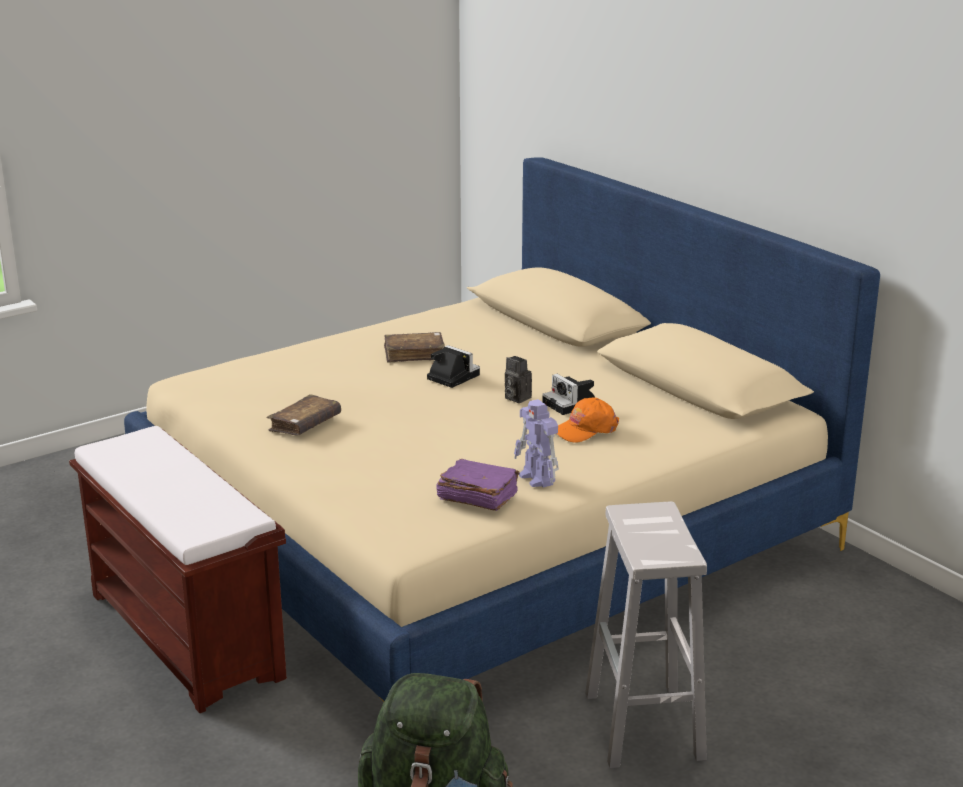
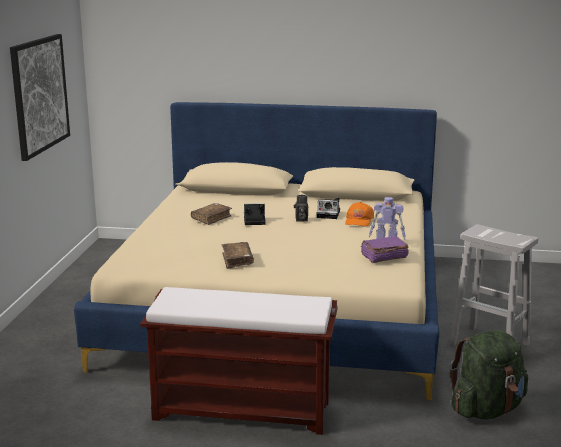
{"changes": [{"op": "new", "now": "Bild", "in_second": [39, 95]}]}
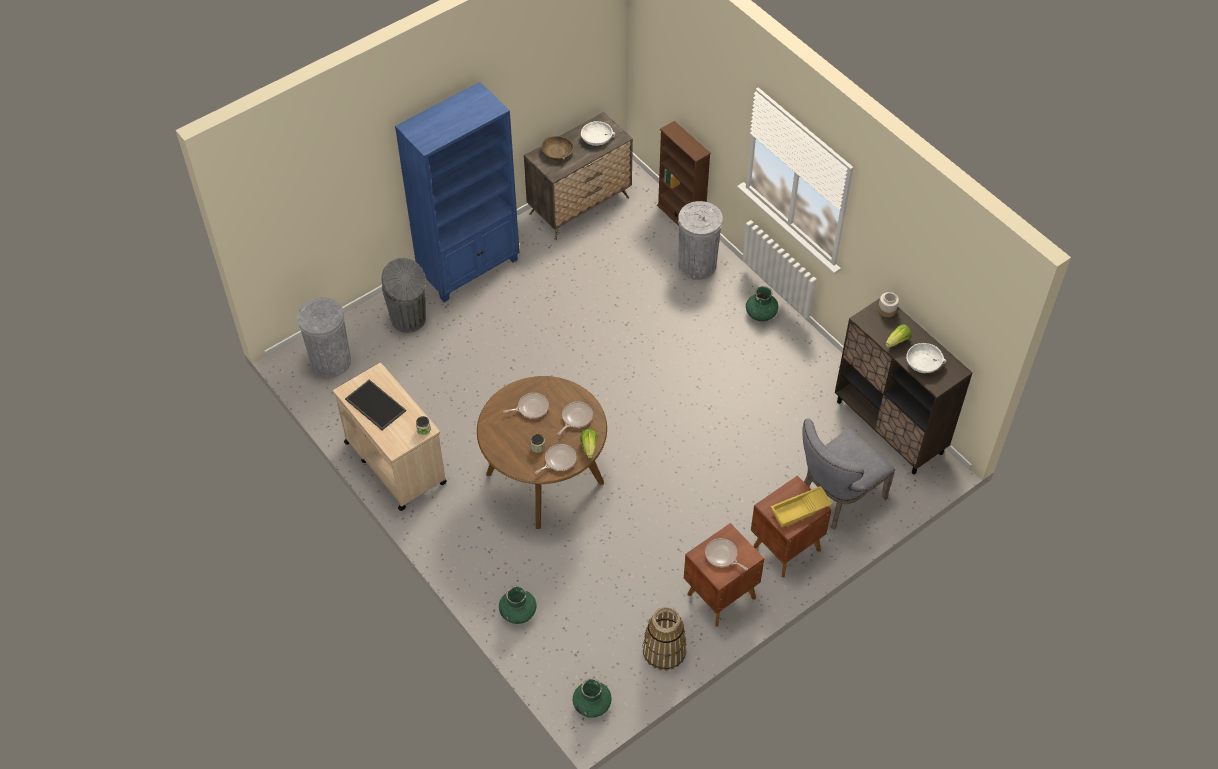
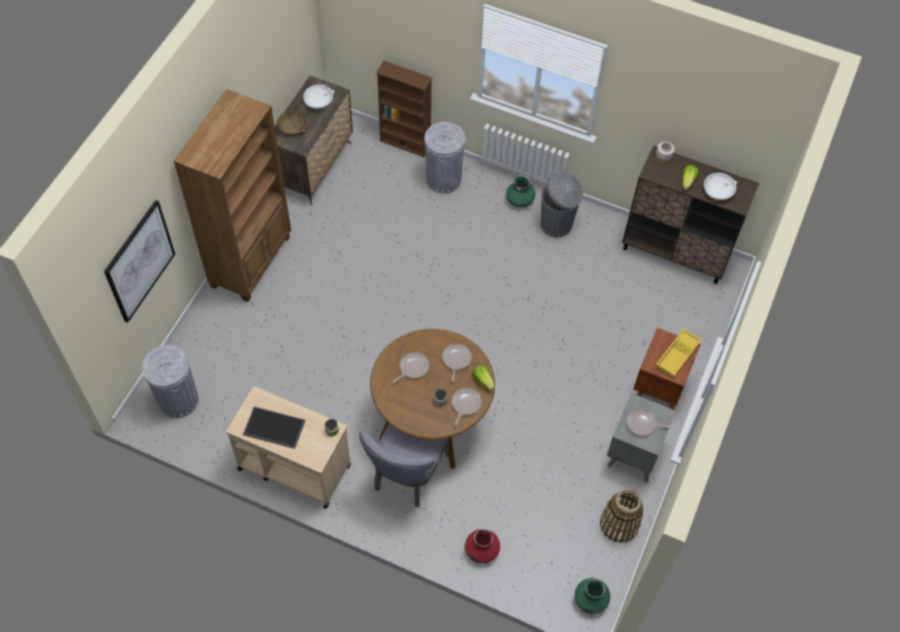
{"changes": [{"op": "shifted", "was": "Mülleimer (grau)", "in_first": [409, 320], "in_second": [557, 224]}, {"op": "repainted", "was": "Bücherregal (blau)", "now": "Bücherregal (braun)", "in_first": [469, 267], "in_second": [252, 261]}, {"op": "repainted", "was": "Vase (grün)", "now": "Vase (rot)", "in_first": [518, 611], "in_second": [481, 549]}, {"op": "repainted", "was": "Nachttisch (braun)", "now": "Nachttisch (grau)", "in_first": [720, 595], "in_second": [633, 455]}, {"op": "shifted", "was": "Stuhl (grau)", "in_first": [837, 498], "in_second": [407, 475]}, {"op": "new", "now": "Bild", "in_second": [139, 261]}]}
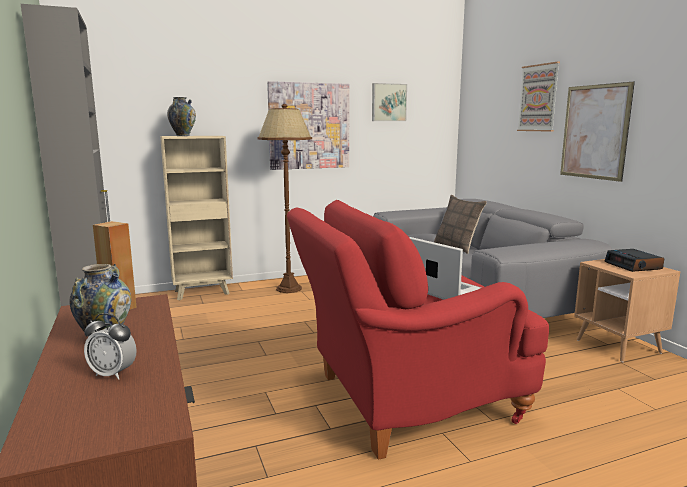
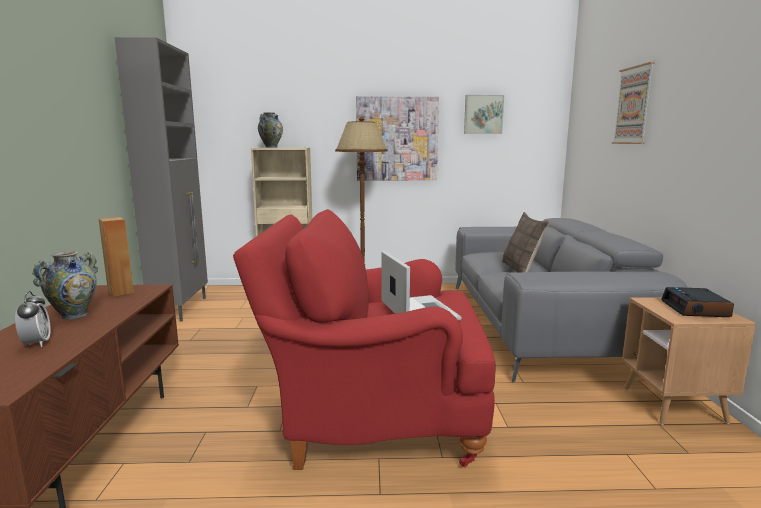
{"changes": [{"op": "rotated", "was": "Wecker", "in_first": [113, 374], "in_second": [36, 343], "clockwise": -150}, {"op": "gone", "was": "Bild", "in_first": [594, 132]}]}
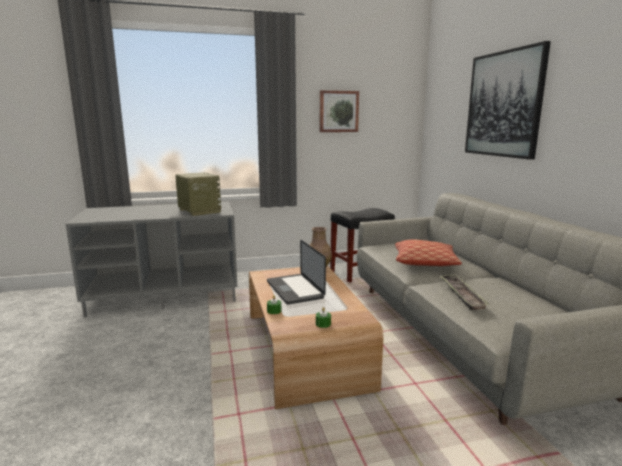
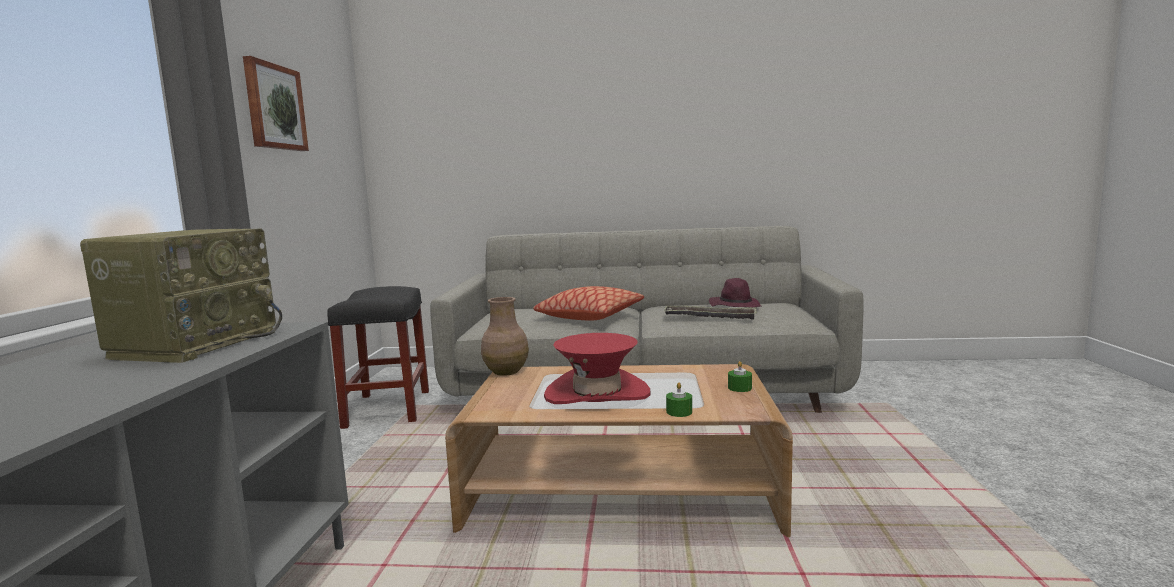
{"changes": [{"op": "rotated", "was": "Radio", "in_first": [198, 211], "in_second": [196, 344], "clockwise": 120}, {"op": "swapped", "was": "Laptop", "now": "Hut (rot)", "in_first": [294, 290], "in_second": [597, 393]}, {"op": "gone", "was": "Bild", "in_first": [503, 104]}, {"op": "new", "now": "Hut (lila)", "in_second": [734, 306]}]}
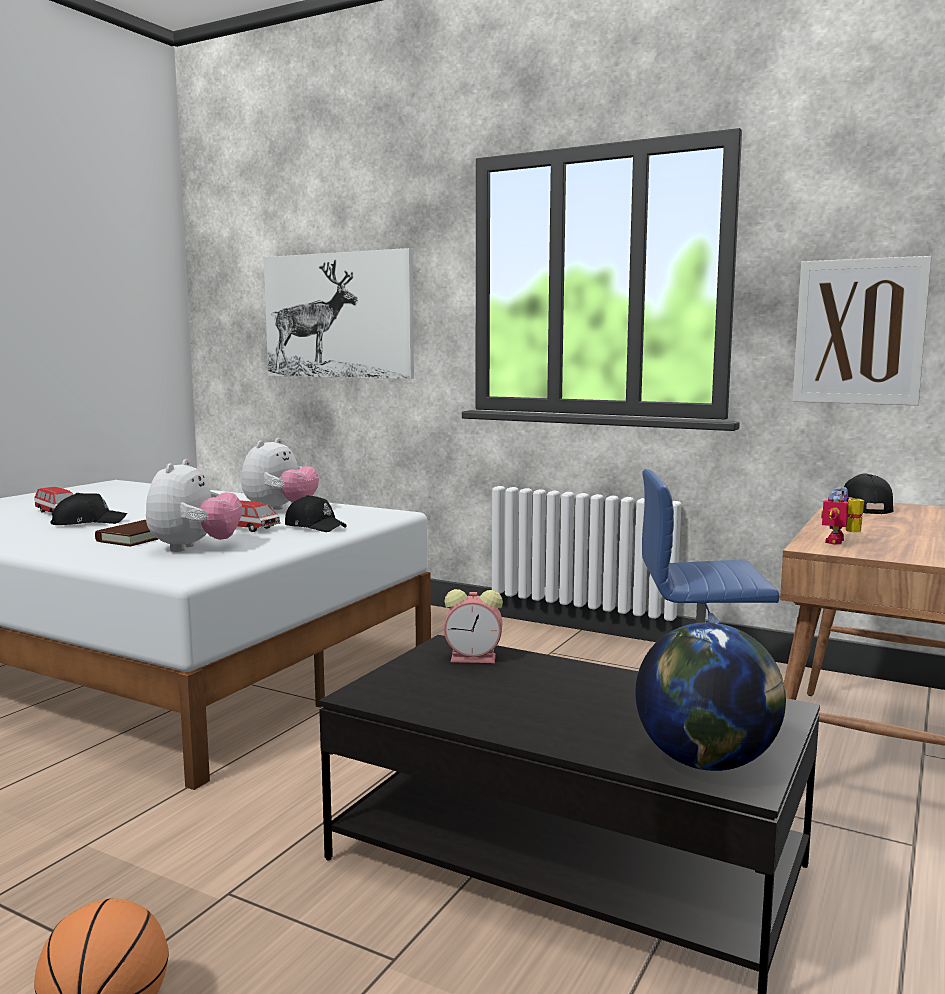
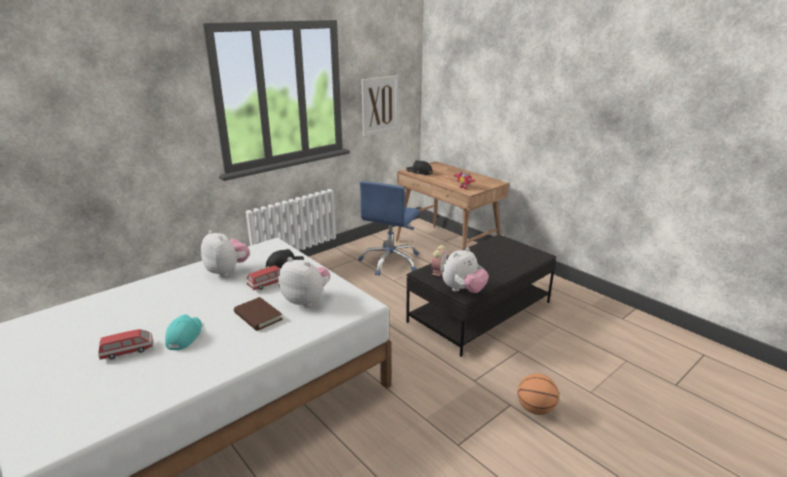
{"changes": [{"op": "repainted", "was": "Kappe (schwarz)", "now": "Kappe (türkis)", "in_first": [88, 522], "in_second": [184, 336]}, {"op": "gone", "was": "Bild", "in_first": [338, 315]}, {"op": "gone", "was": "Globus", "in_first": [706, 762]}, {"op": "new", "now": "Plüschtier", "in_second": [463, 290]}]}
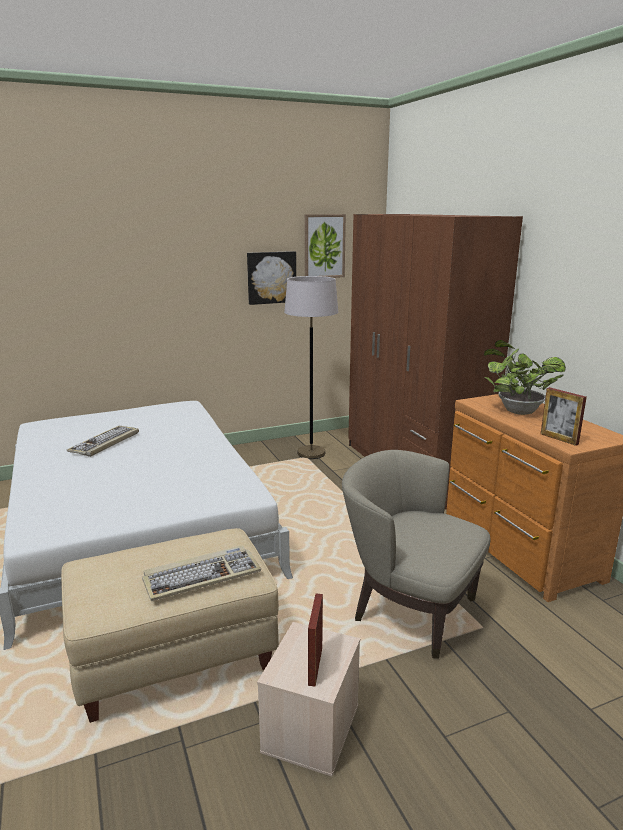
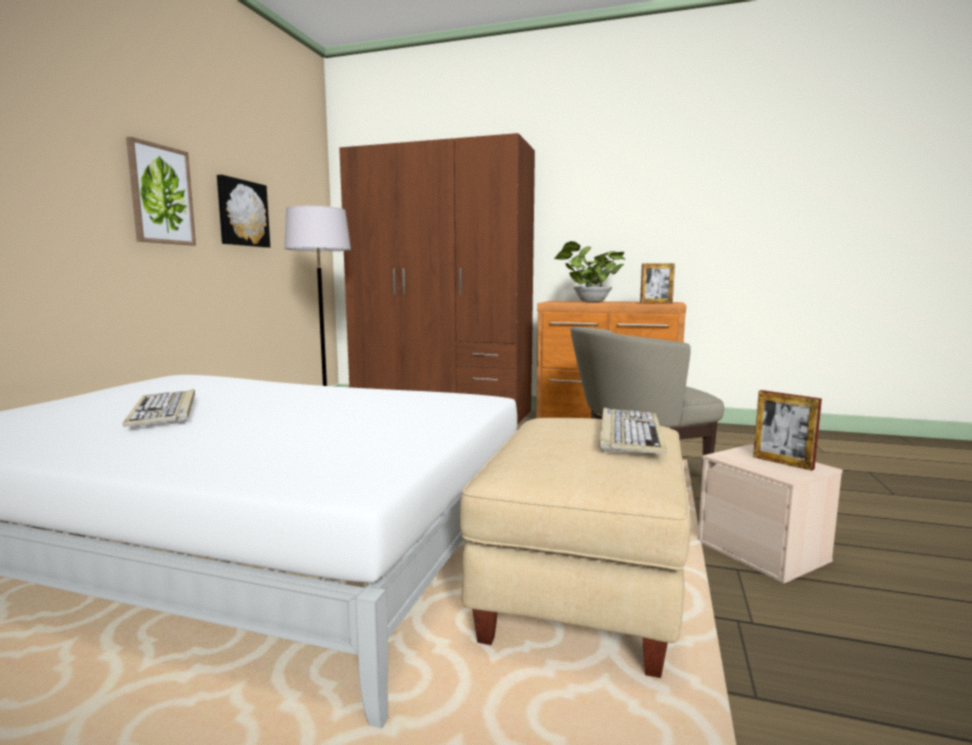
{"changes": [{"op": "shifted", "was": "Bild", "in_first": [324, 246], "in_second": [161, 195]}]}
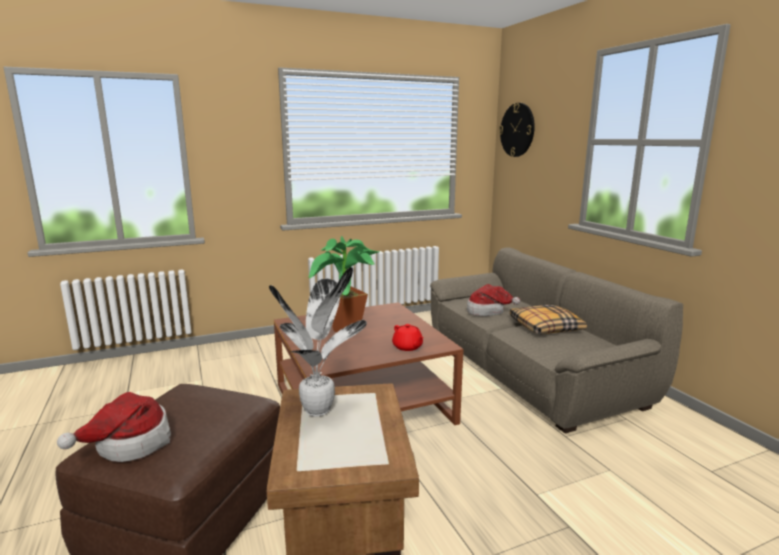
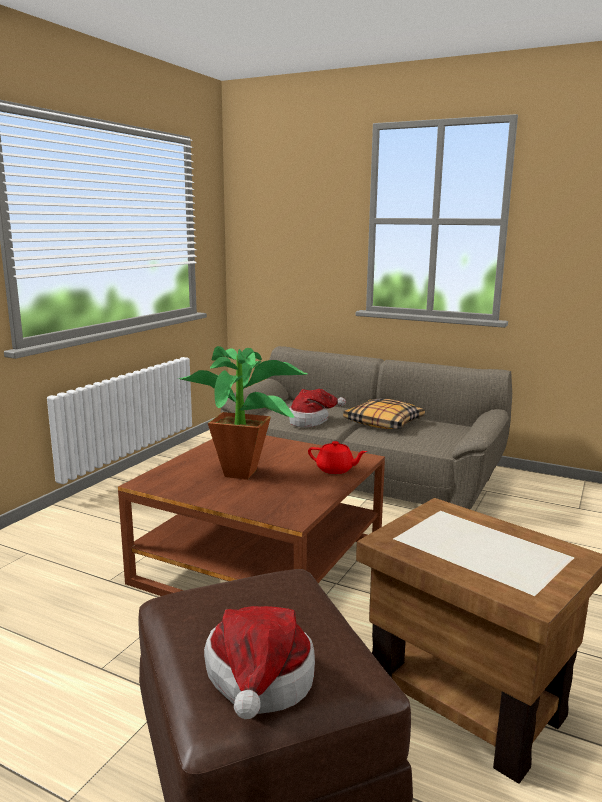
{"changes": [{"op": "gone", "was": "Topfpflanze", "in_first": [319, 411]}, {"op": "gone", "was": "Wanduhr", "in_first": [517, 130]}]}
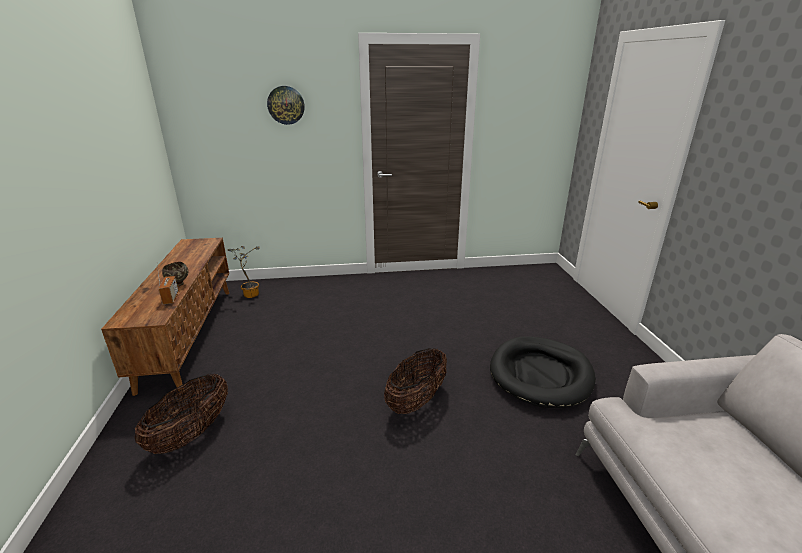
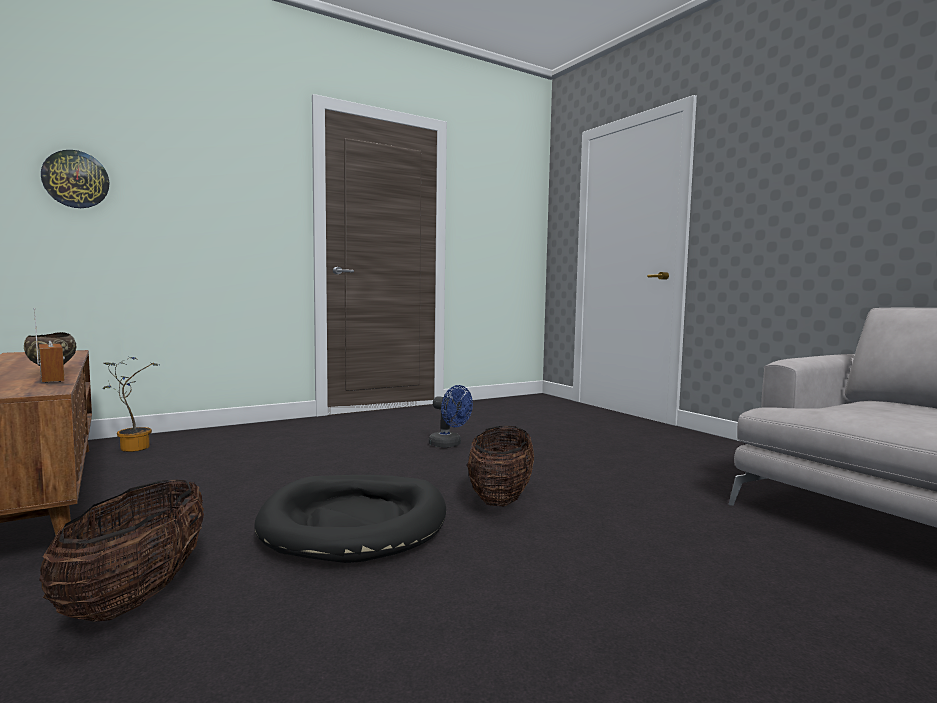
{"changes": [{"op": "shifted", "was": "Wanduhr", "in_first": [286, 105], "in_second": [76, 179]}, {"op": "shifted", "was": "Hundebett (schwarz)", "in_first": [540, 374], "in_second": [355, 522]}, {"op": "new", "now": "Ventilator (blau)", "in_second": [449, 445]}]}
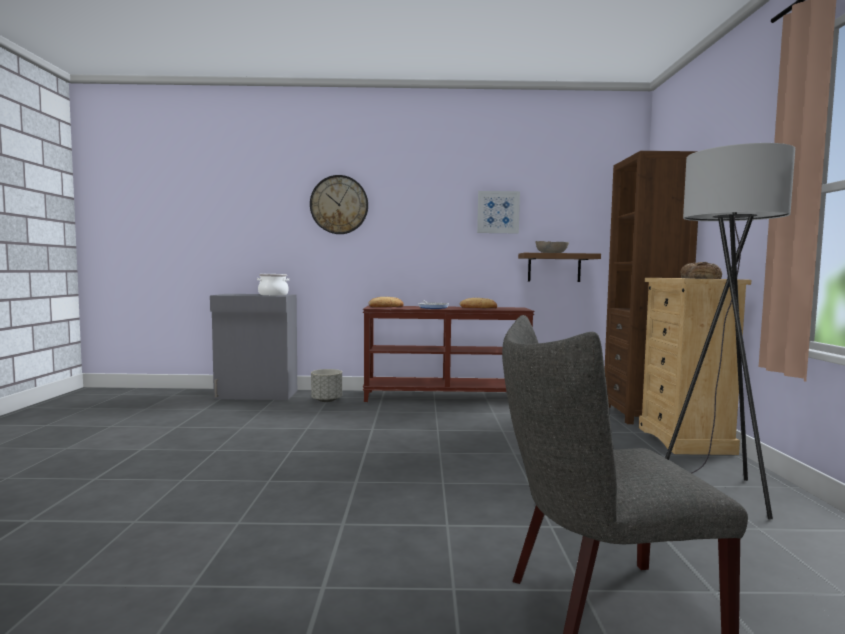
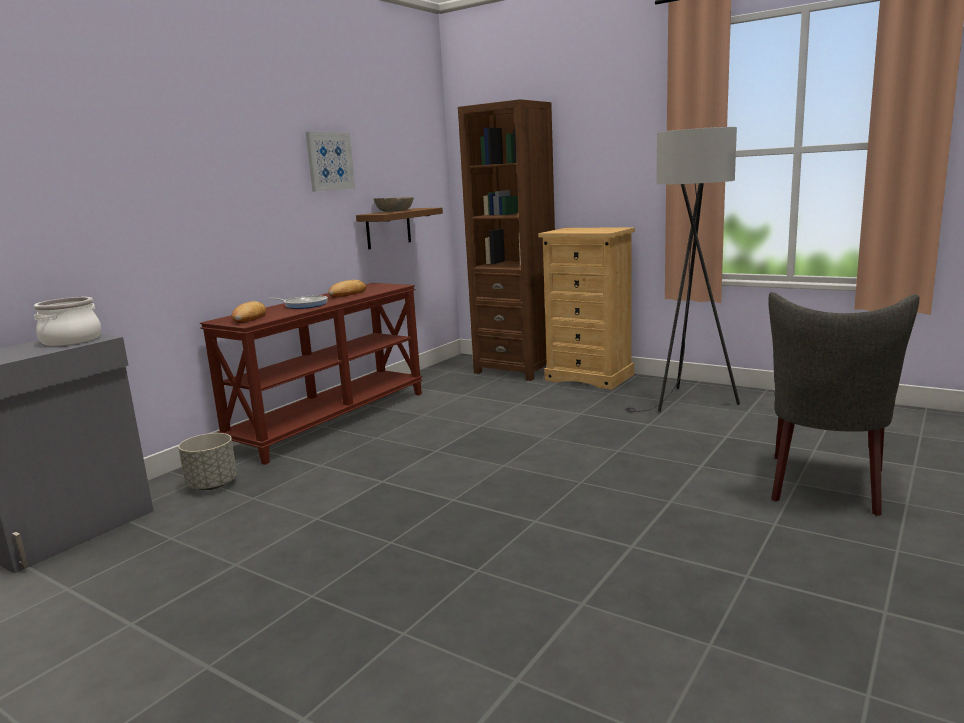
{"changes": [{"op": "gone", "was": "Wanduhr", "in_first": [339, 205]}, {"op": "gone", "was": "Brot", "in_first": [699, 278]}]}
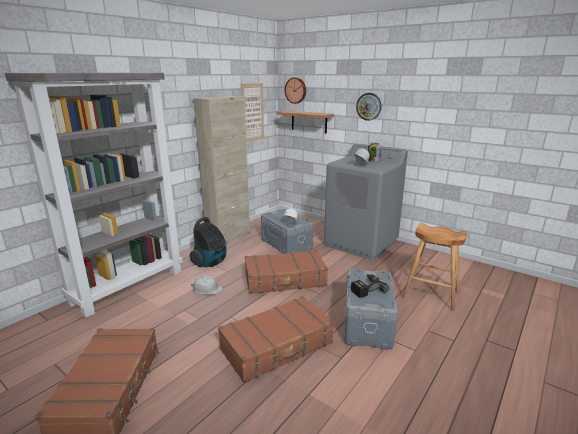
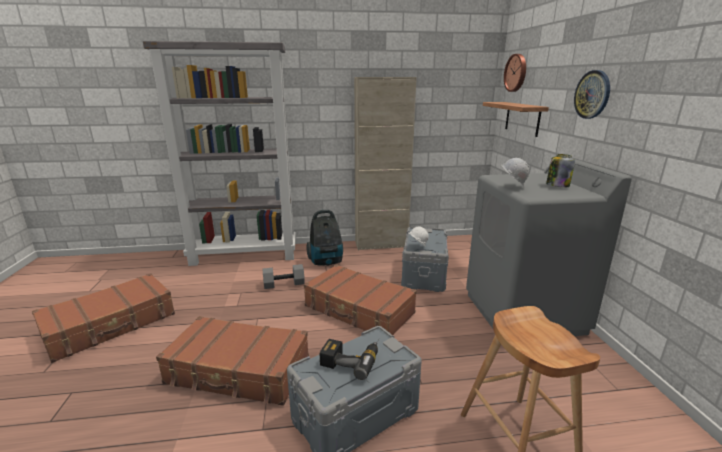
{"changes": [{"op": "swapped", "was": "Schutzhelm (weiß)", "now": "Hantel (grau)", "in_first": [207, 289], "in_second": [284, 283]}, {"op": "gone", "was": "Bild", "in_first": [252, 112]}]}
